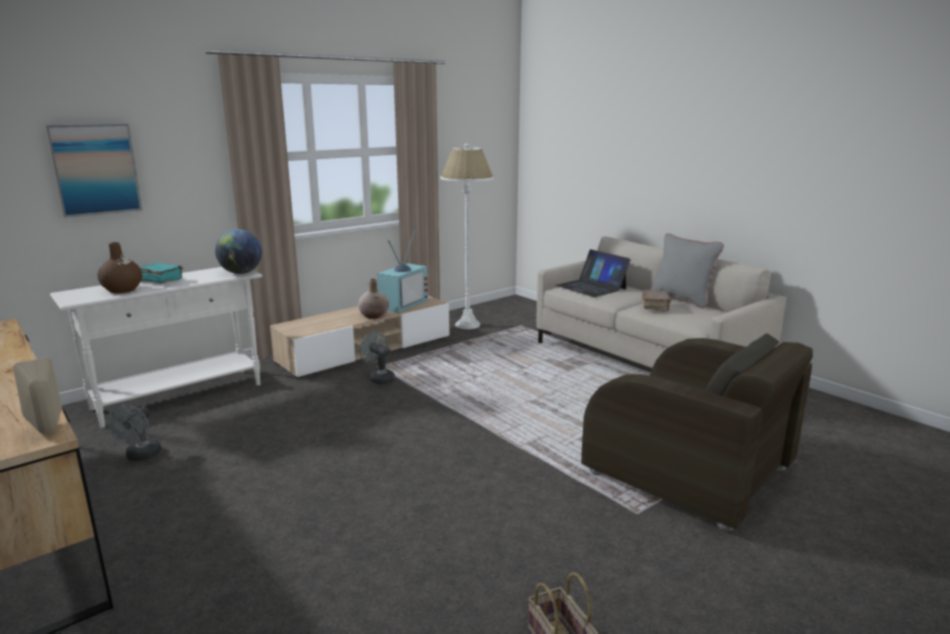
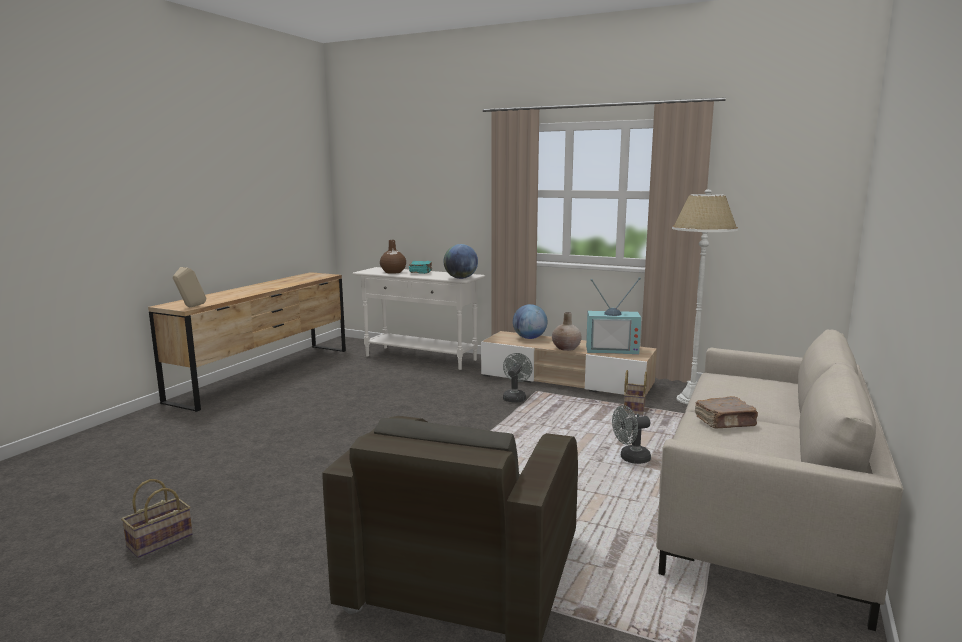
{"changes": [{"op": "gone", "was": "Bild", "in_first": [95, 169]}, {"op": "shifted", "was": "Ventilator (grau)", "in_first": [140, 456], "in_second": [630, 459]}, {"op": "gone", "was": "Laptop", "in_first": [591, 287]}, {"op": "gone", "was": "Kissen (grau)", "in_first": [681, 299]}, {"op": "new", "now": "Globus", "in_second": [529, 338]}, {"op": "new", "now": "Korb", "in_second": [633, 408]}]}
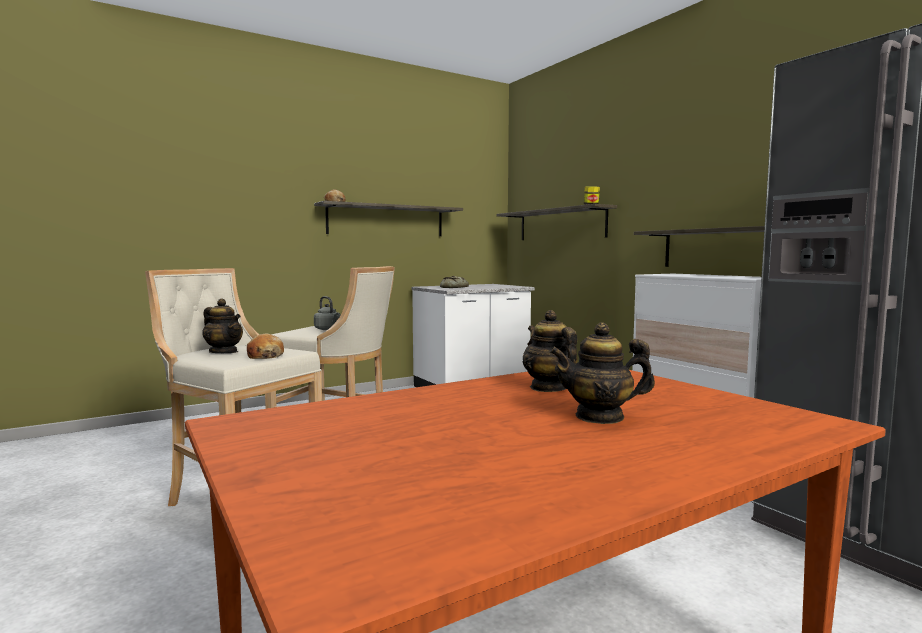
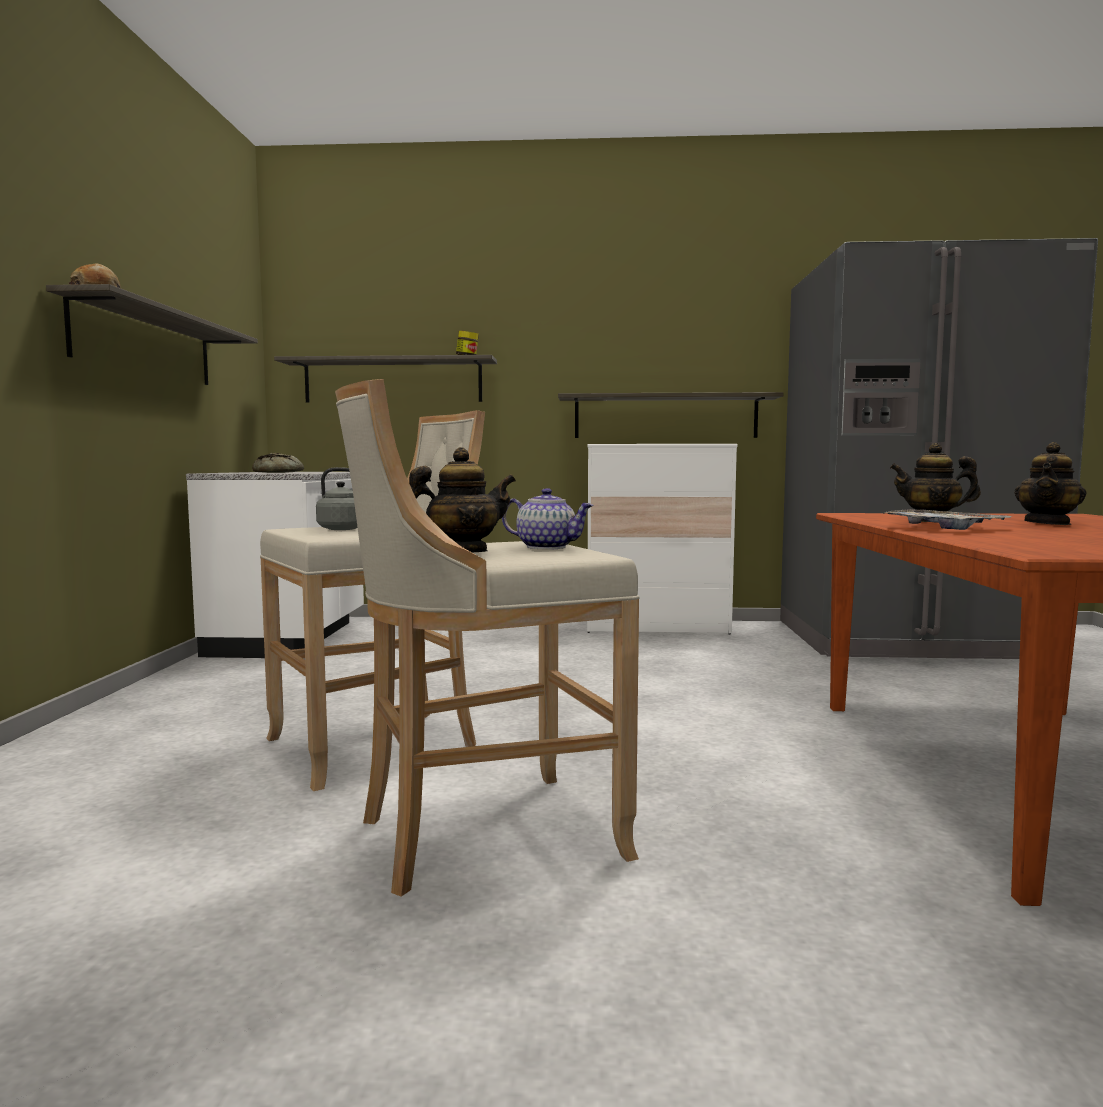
{"changes": [{"op": "swapped", "was": "Brot", "now": "Teekanne", "in_first": [265, 356], "in_second": [547, 547]}, {"op": "new", "now": "Tablett", "in_second": [945, 528]}]}
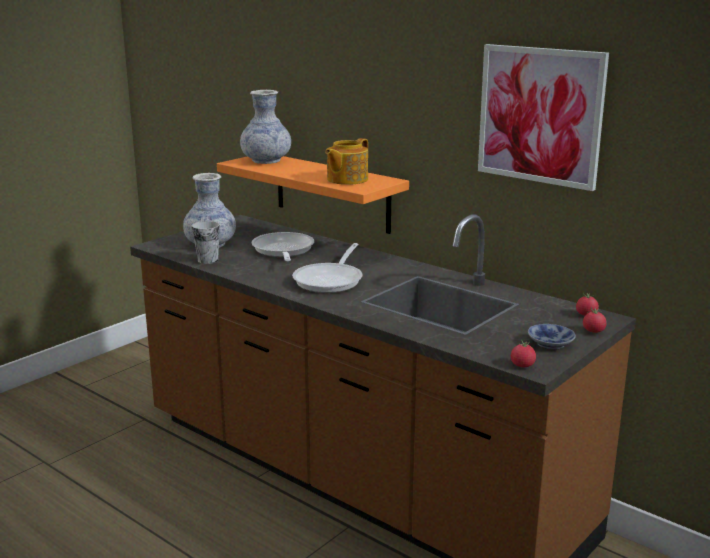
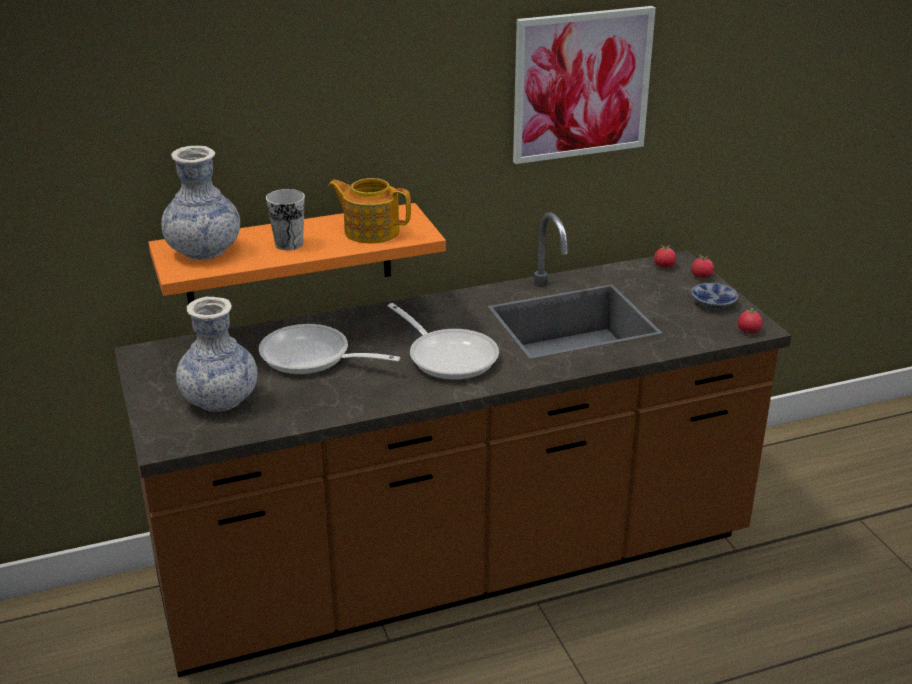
{"changes": [{"op": "shifted", "was": "Tasse", "in_first": [208, 260], "in_second": [289, 244]}, {"op": "rotated", "was": "Teekanne", "in_first": [346, 179], "in_second": [371, 231], "clockwise": 135}]}
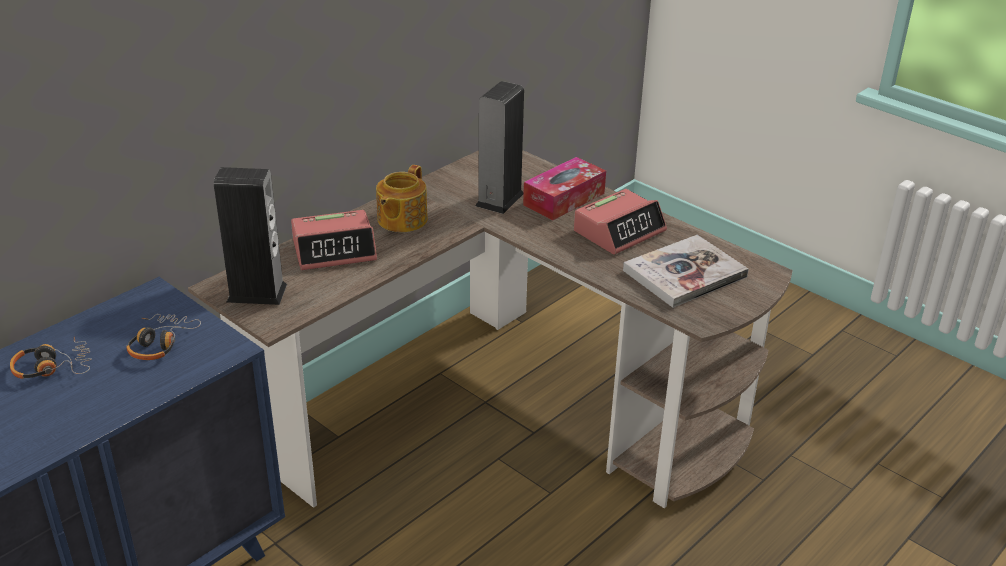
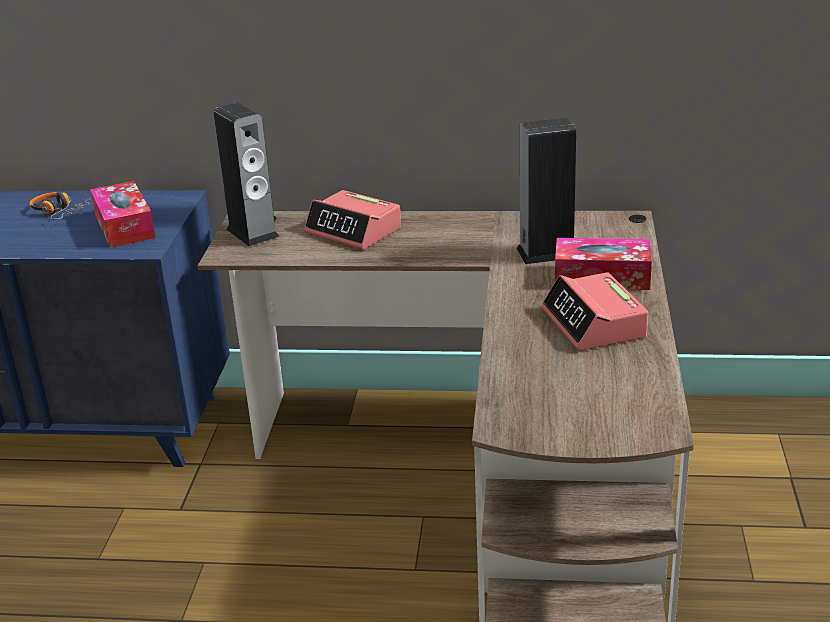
{"changes": [{"op": "swapped", "was": "Kopfhörer", "now": "Taschentuchbox", "in_first": [160, 343], "in_second": [124, 226]}, {"op": "gone", "was": "Teekanne", "in_first": [401, 220]}, {"op": "rotated", "was": "Wecker", "in_first": [619, 231], "in_second": [594, 324], "clockwise": 60}, {"op": "gone", "was": "Buch", "in_first": [684, 274]}]}
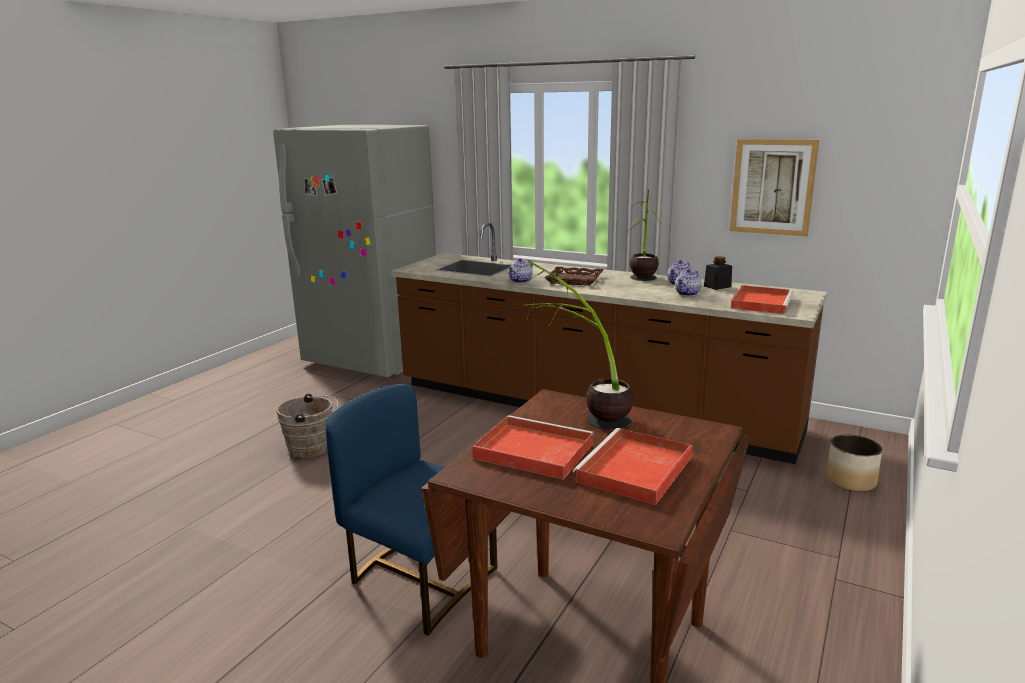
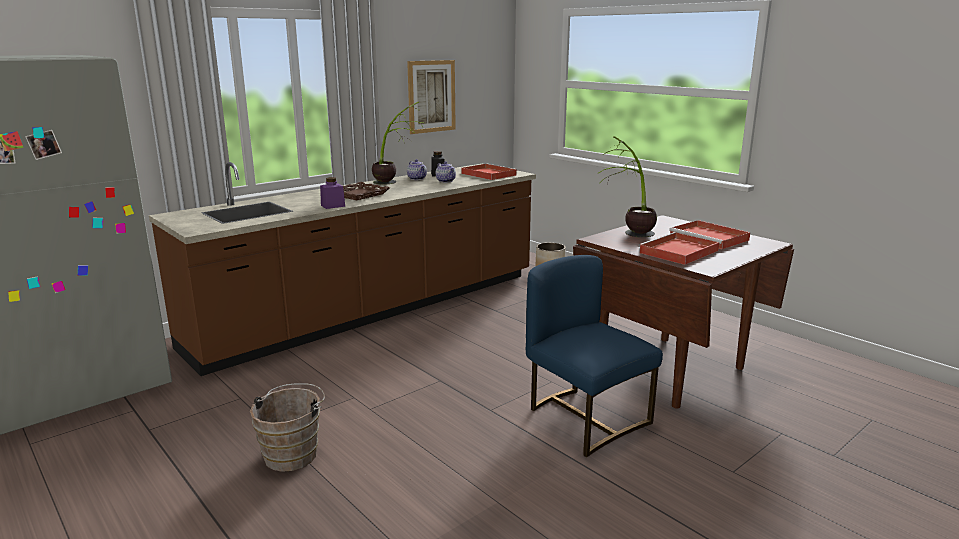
{"changes": [{"op": "rotated", "was": "Stuhl (blau)", "in_first": [419, 580], "in_second": [585, 418], "clockwise": 90}, {"op": "swapped", "was": "Teekanne", "now": "Vorratsglas (lila)", "in_first": [521, 281], "in_second": [333, 206]}]}
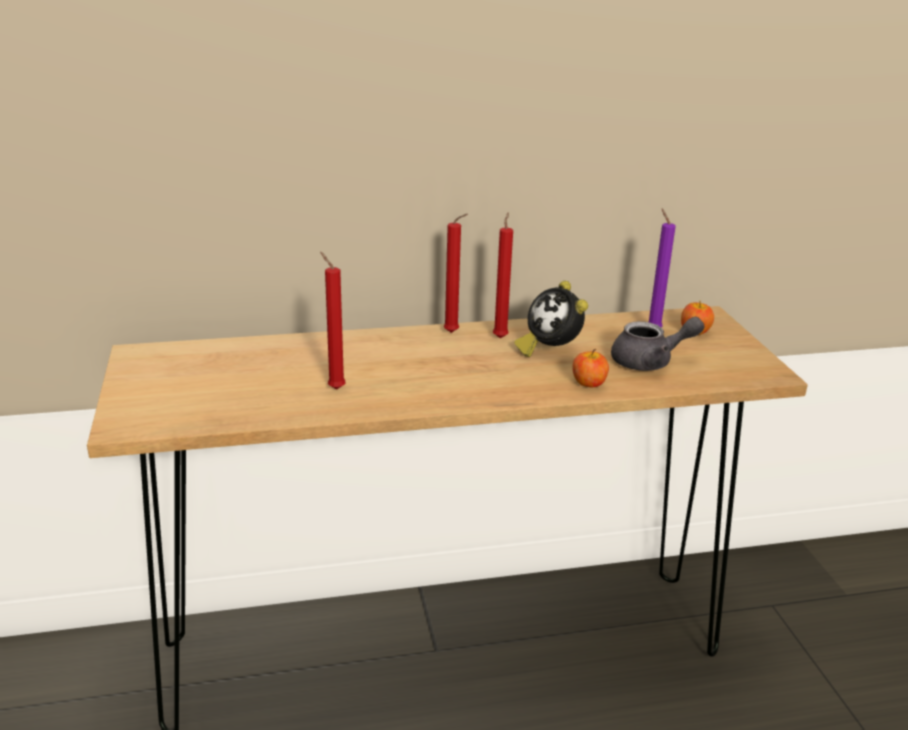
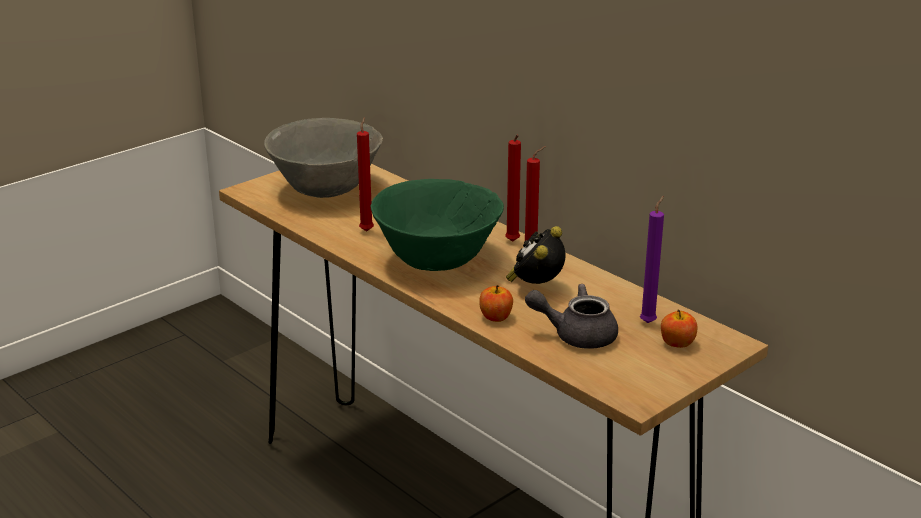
{"changes": [{"op": "rotated", "was": "Teekanne (grau)", "in_first": [650, 362], "in_second": [576, 335], "clockwise": 135}, {"op": "new", "now": "Schüssel (grau)", "in_second": [326, 190]}, {"op": "new", "now": "Schüssel (grün)", "in_second": [436, 260]}]}
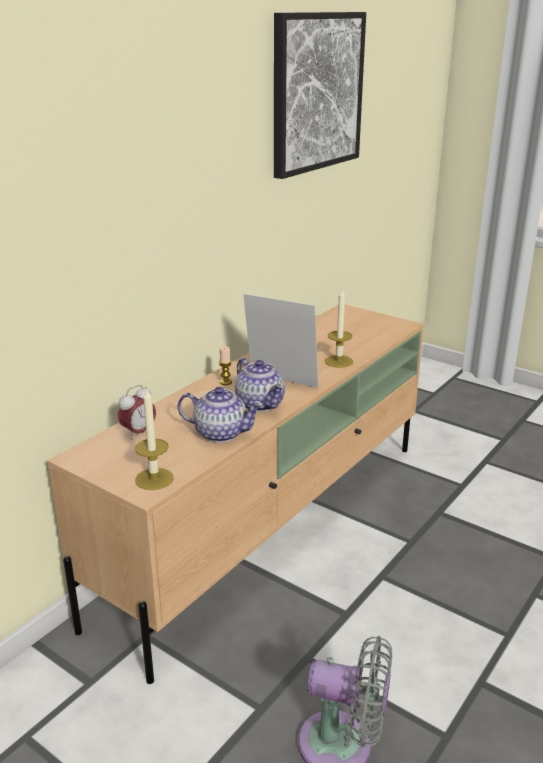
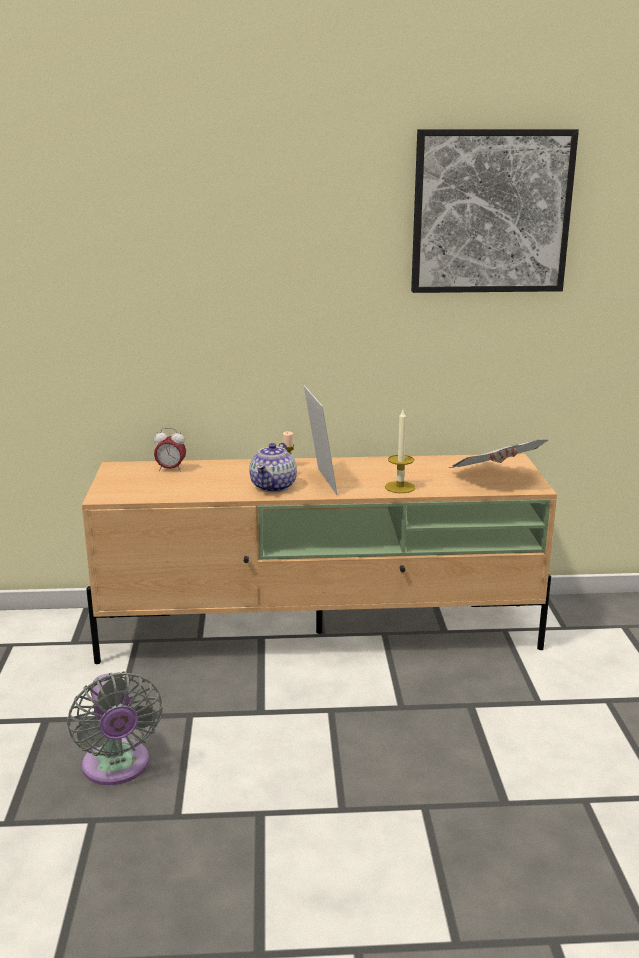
{"changes": [{"op": "gone", "was": "Kerze", "in_first": [154, 479]}, {"op": "gone", "was": "Teekanne", "in_first": [220, 433]}, {"op": "new", "now": "Zeitung", "in_second": [495, 478]}]}
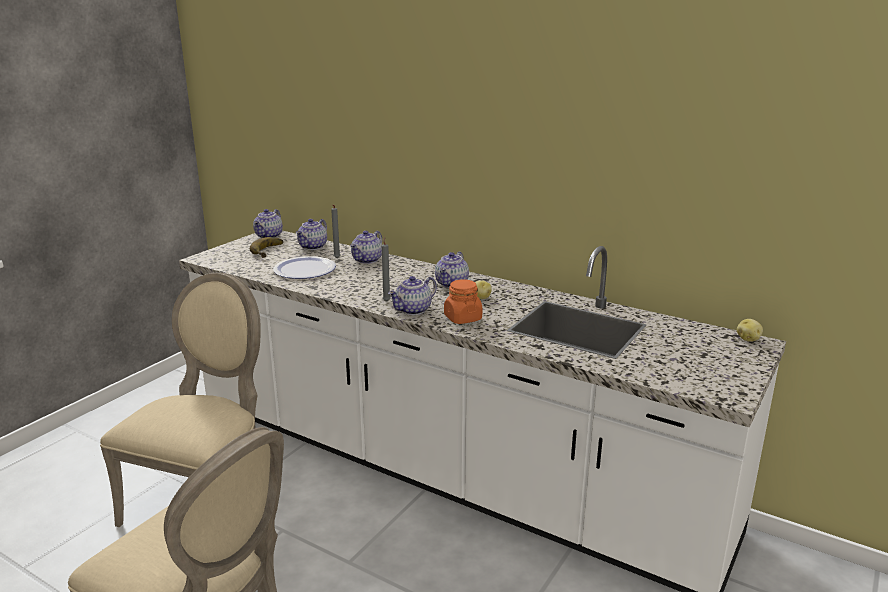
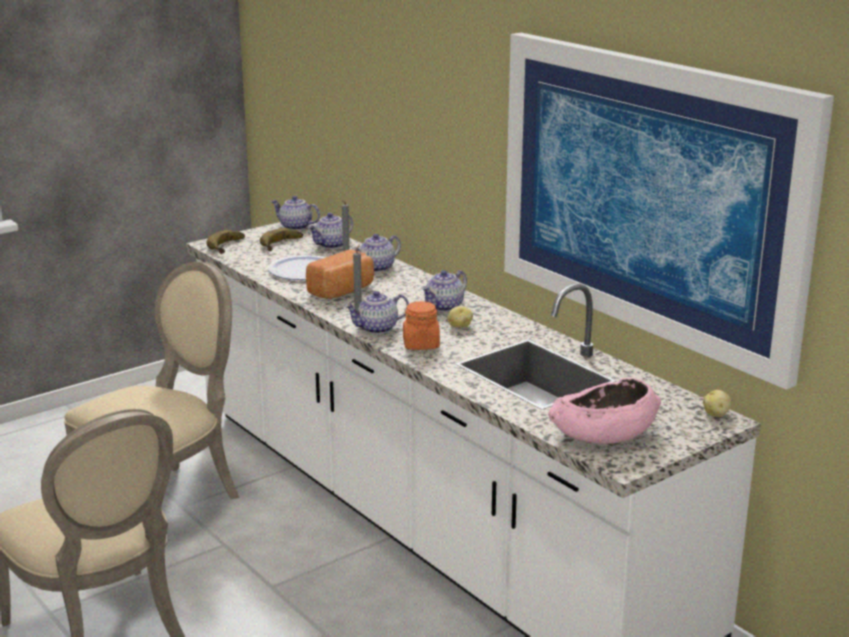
{"changes": [{"op": "rotated", "was": "Teekanne", "in_first": [269, 236], "in_second": [295, 227], "clockwise": 75}, {"op": "new", "now": "Banane", "in_second": [230, 246]}, {"op": "new", "now": "Brot", "in_second": [343, 291]}, {"op": "new", "now": "Bild", "in_second": [648, 195]}, {"op": "new", "now": "Schüssel (rosa)", "in_second": [603, 434]}]}
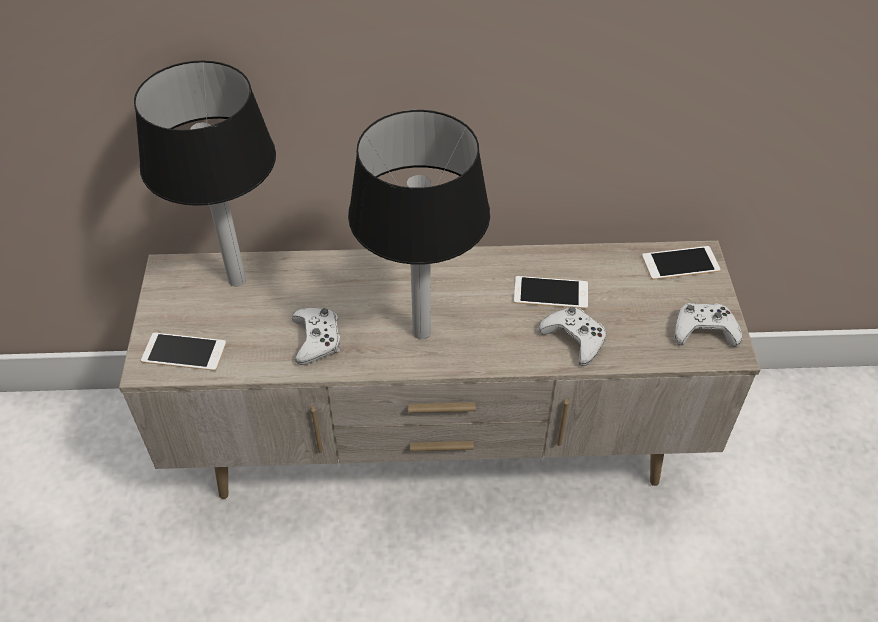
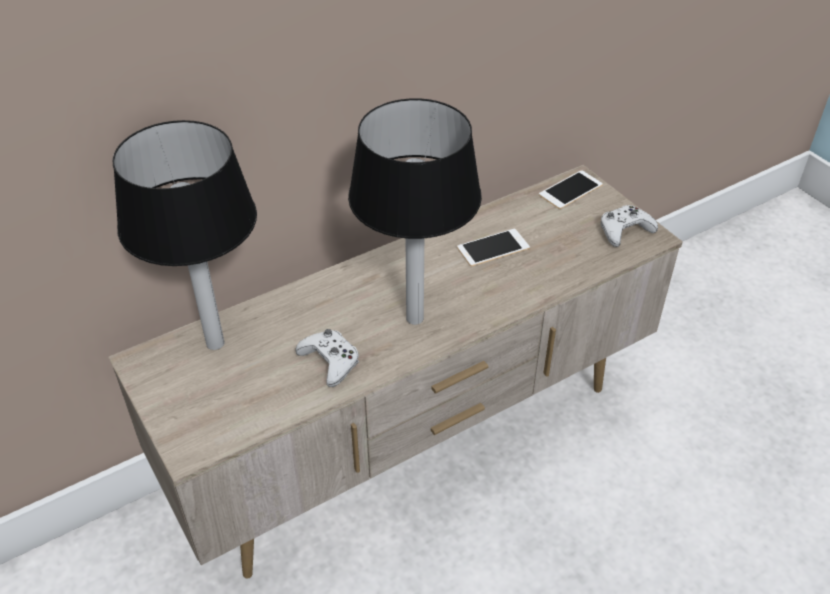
{"changes": [{"op": "gone", "was": "Handy", "in_first": [184, 352]}, {"op": "gone", "was": "Gamepad (weiß)", "in_first": [574, 339]}]}
